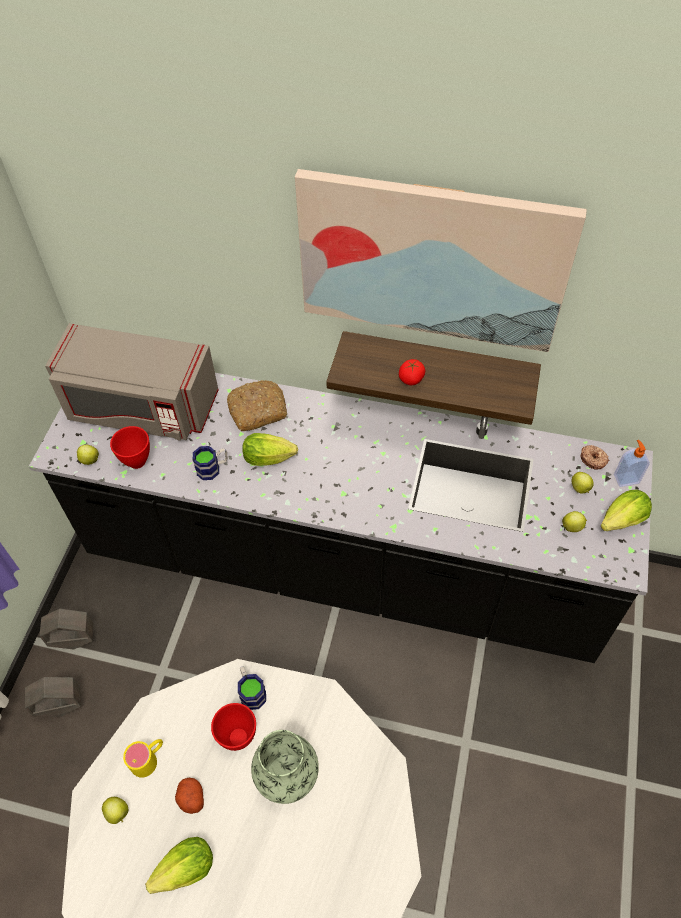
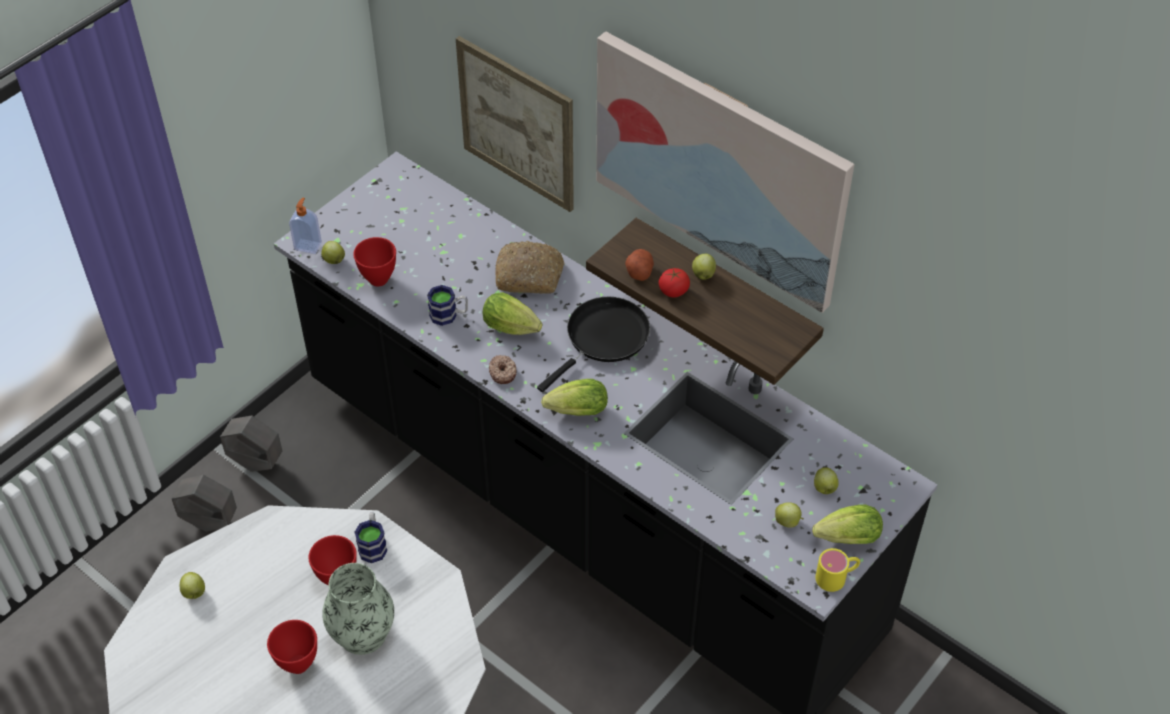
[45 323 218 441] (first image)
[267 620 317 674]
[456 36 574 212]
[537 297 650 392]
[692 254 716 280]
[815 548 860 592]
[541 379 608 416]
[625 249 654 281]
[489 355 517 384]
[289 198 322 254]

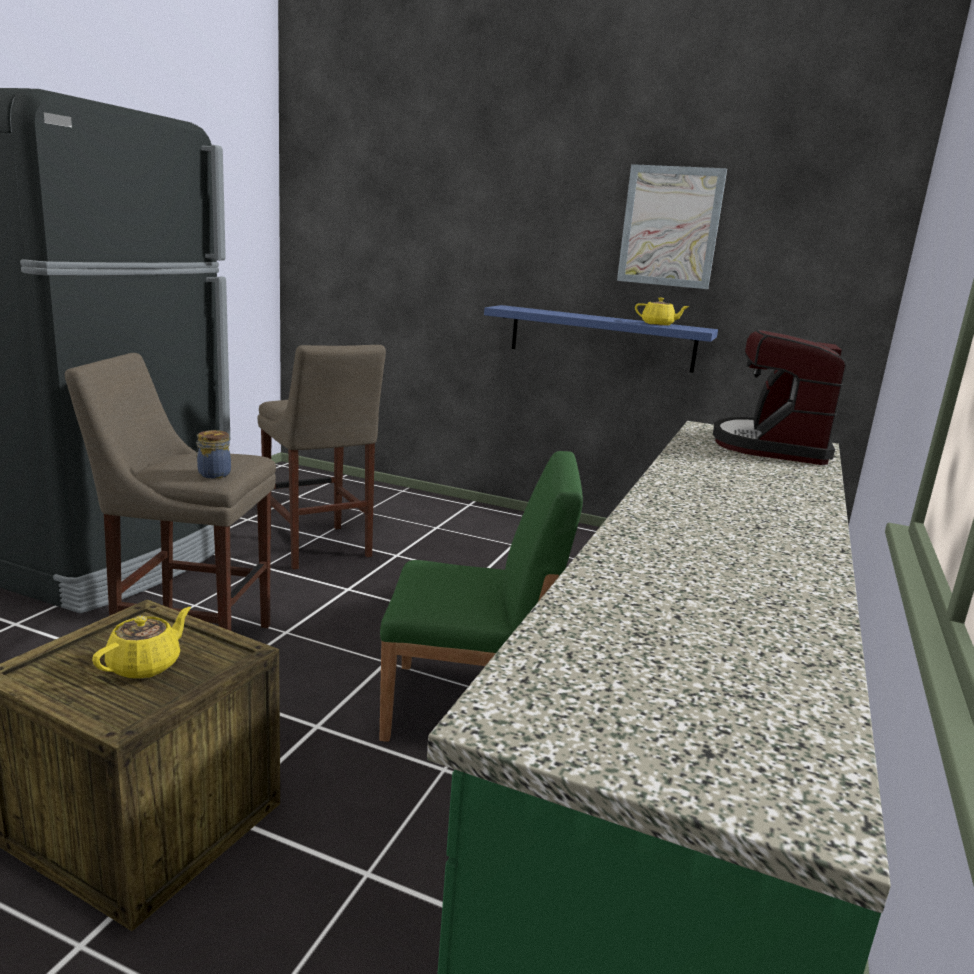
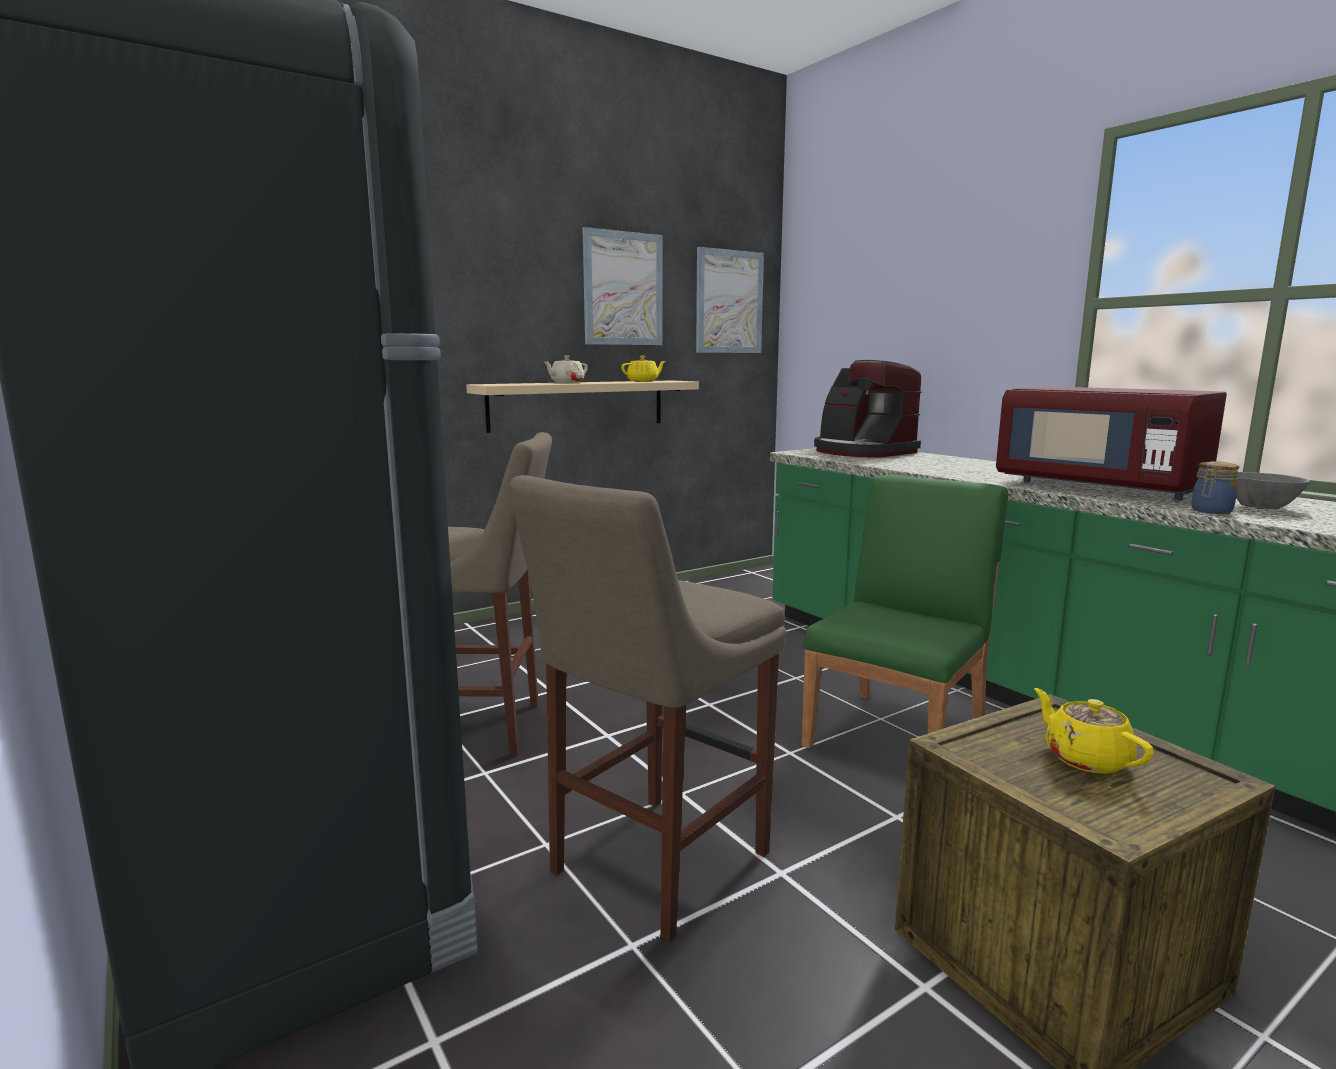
[543 355 588 383]
[696 247 764 353]
[996 386 1227 501]
[1236 472 1310 509]
[1191 461 1239 514]
[466 380 699 433]

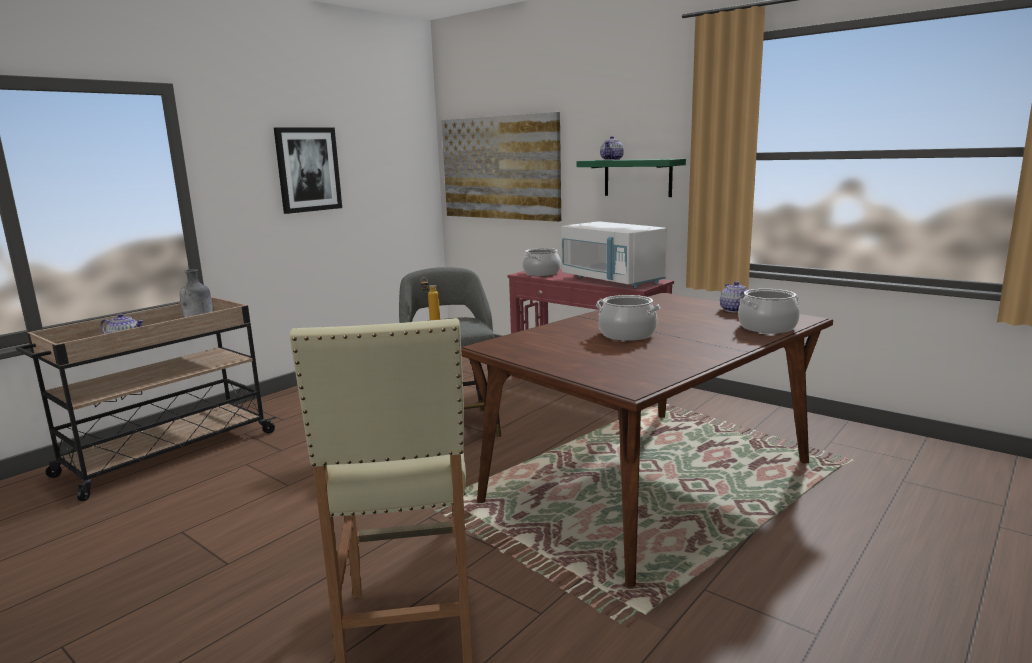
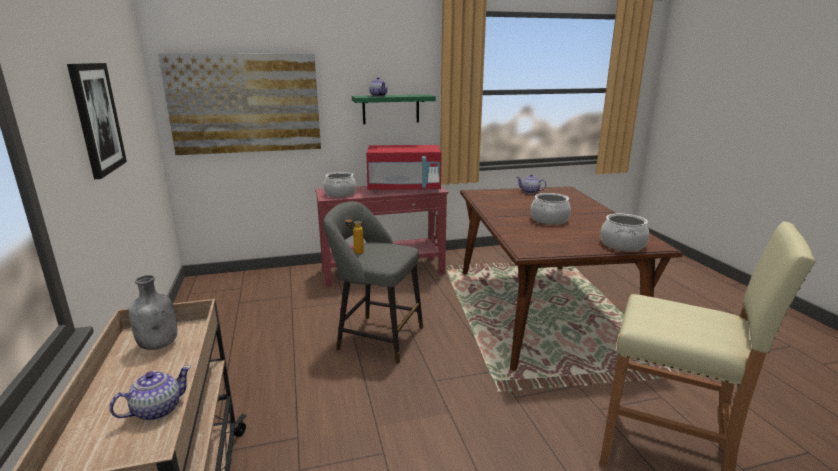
[600 214 649 251]
[366 145 442 192]

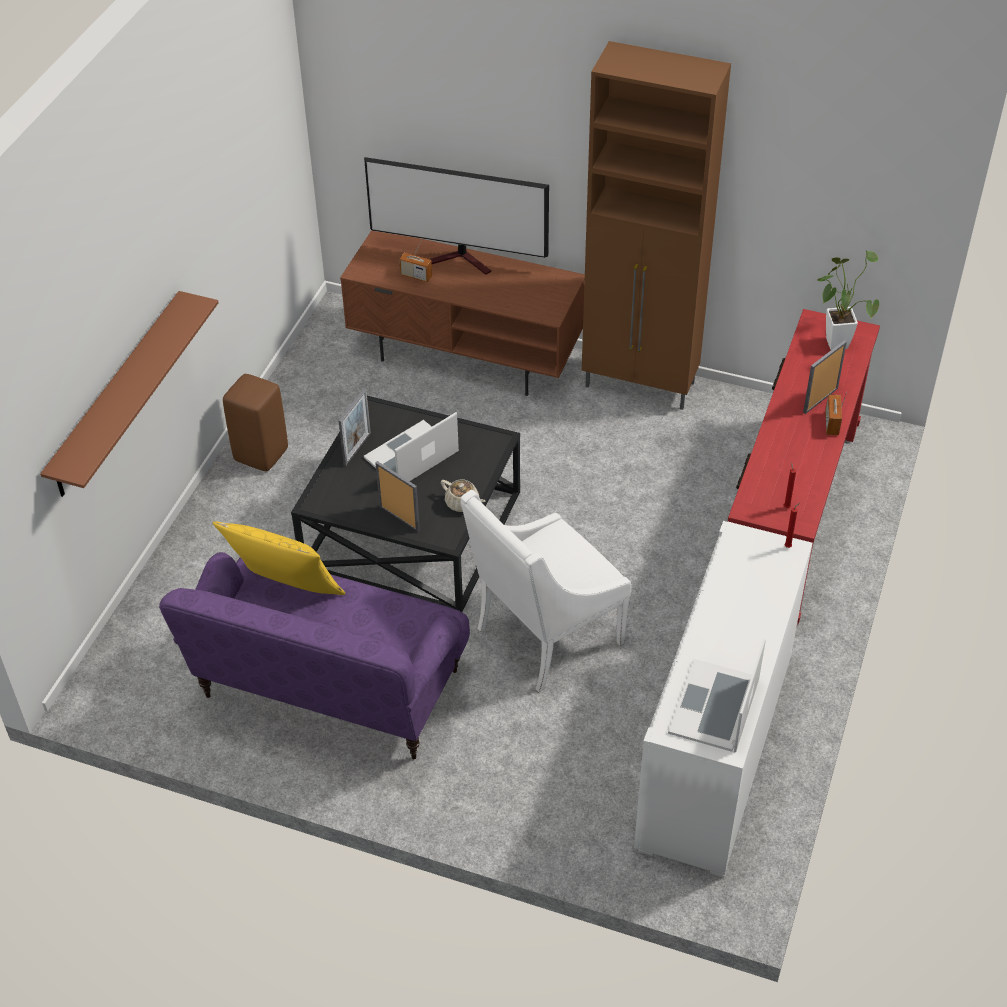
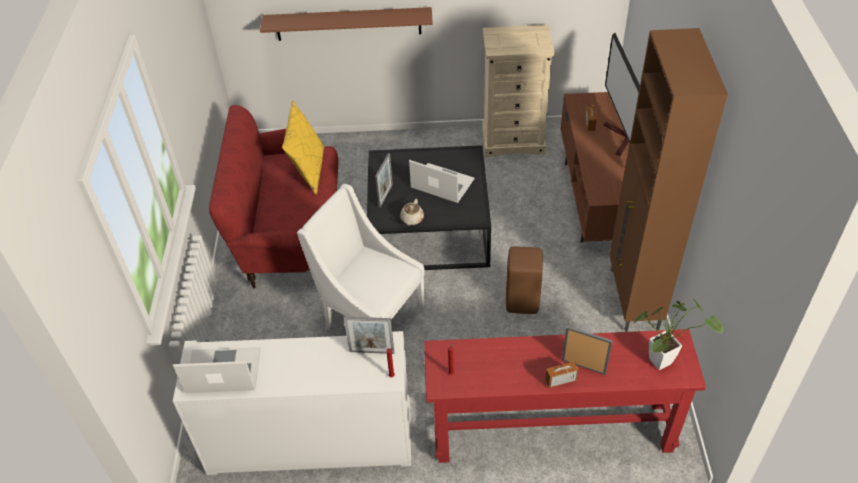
[482 25 555 157]
[506 247 543 314]
[344 316 394 354]
[209 105 339 288]

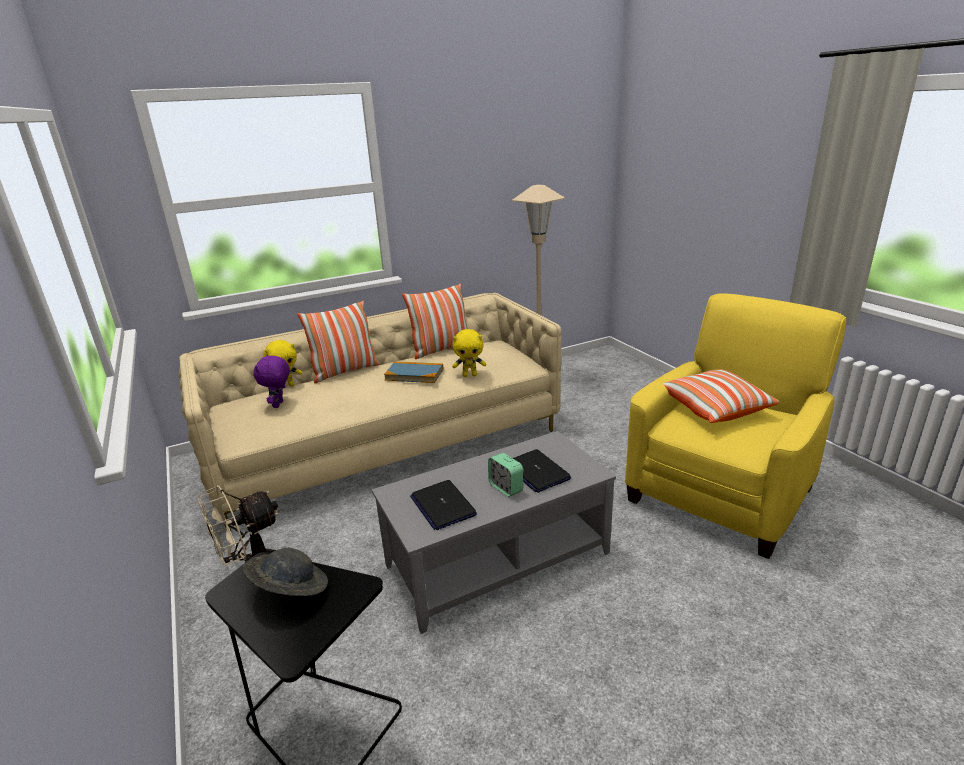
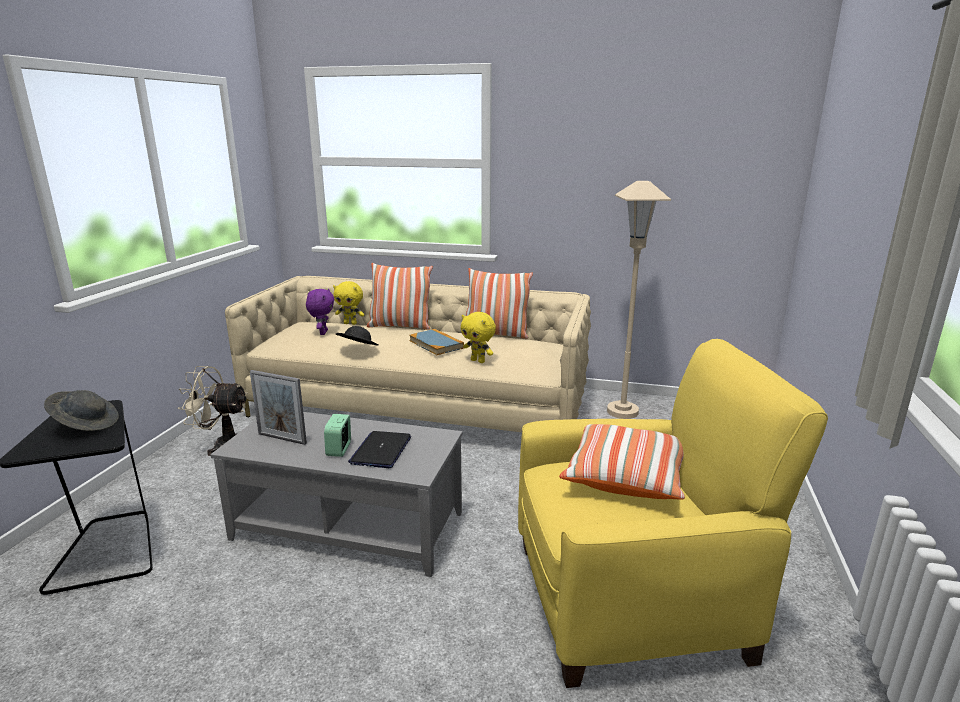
[336 326 379 346]
[250 370 307 445]
[306 289 335 335]

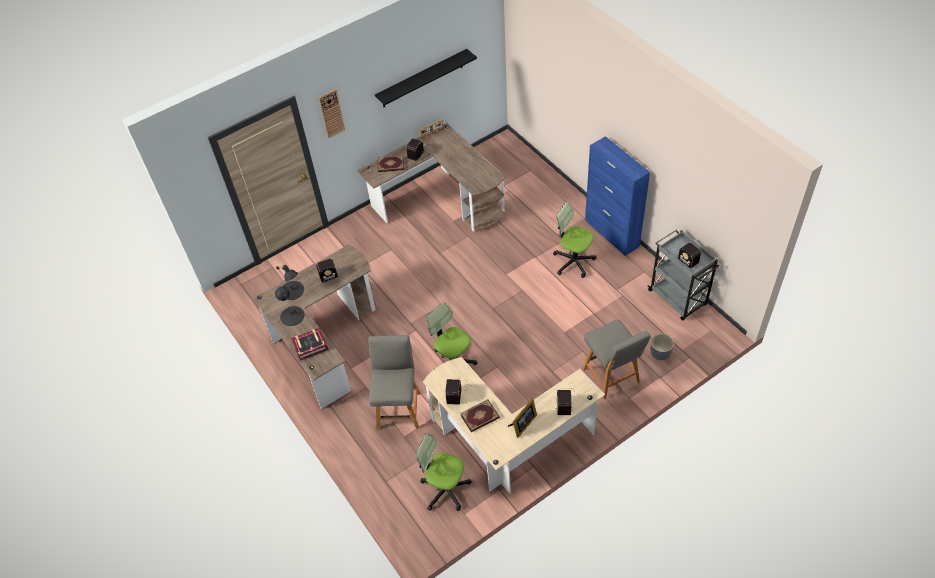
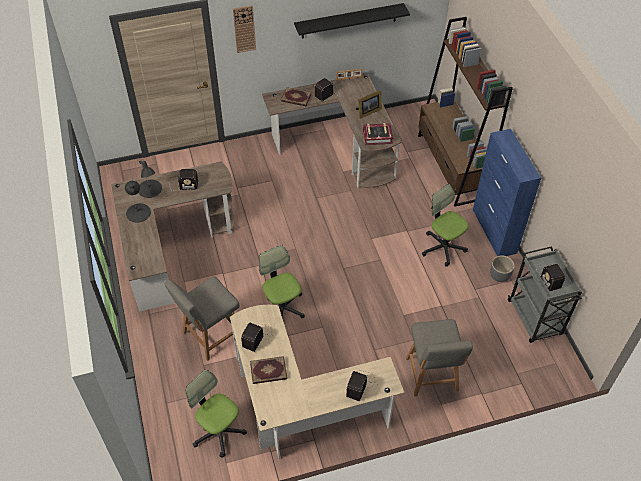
[418 17 513 207]
[363 123 393 145]
[356 90 382 119]
[490 256 515 282]
[165 277 240 361]

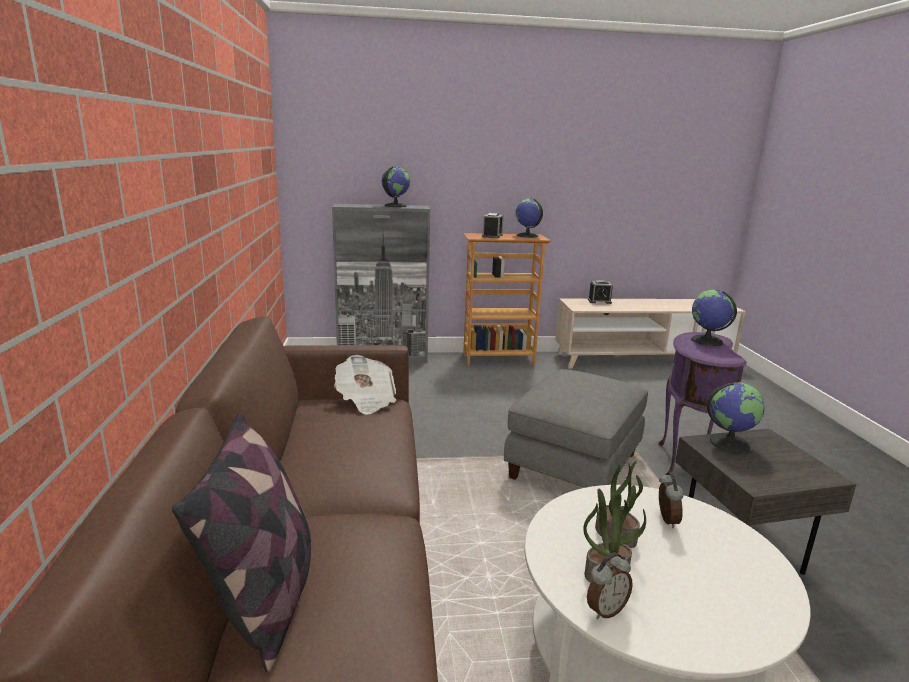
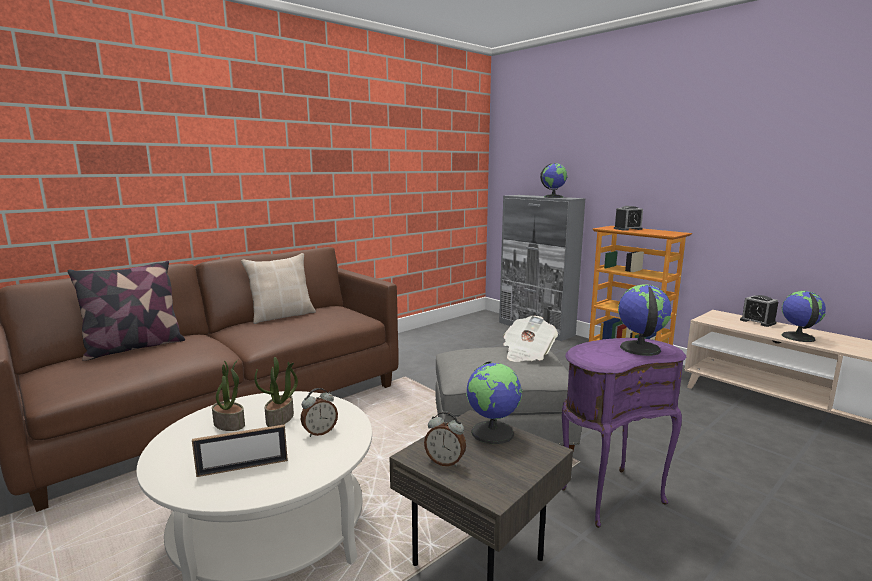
[192 424 288 477]
[241 253 316 324]
[503 316 558 362]
[782 291 826 342]
[424 411 466 467]

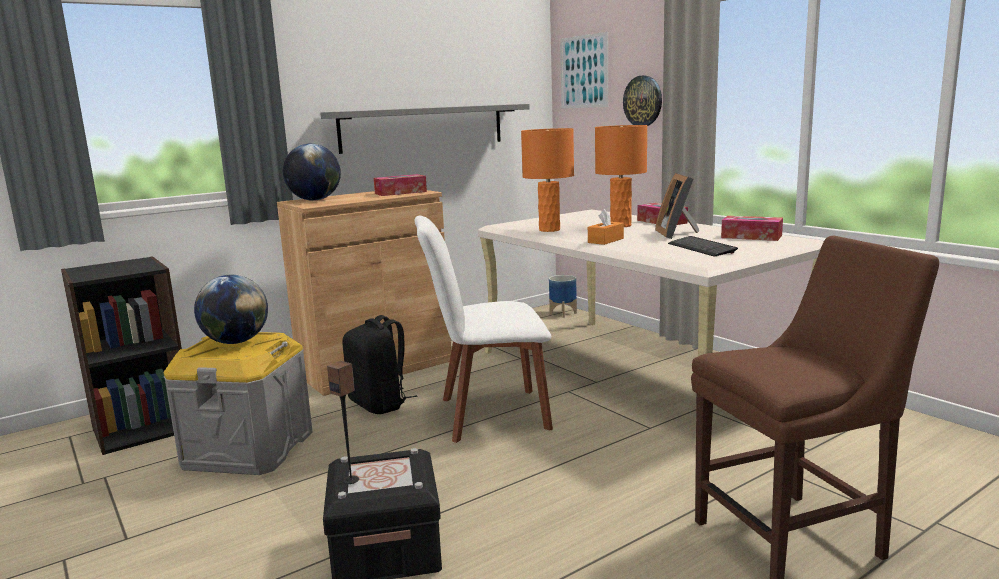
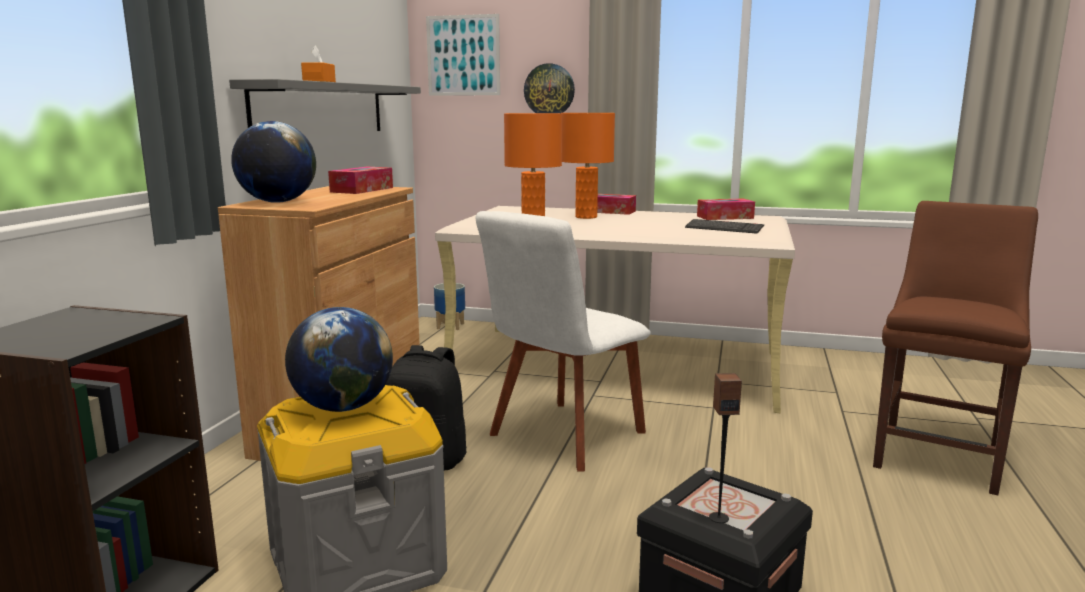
[655 173 699 239] (first image)
[301 46 336 82]

